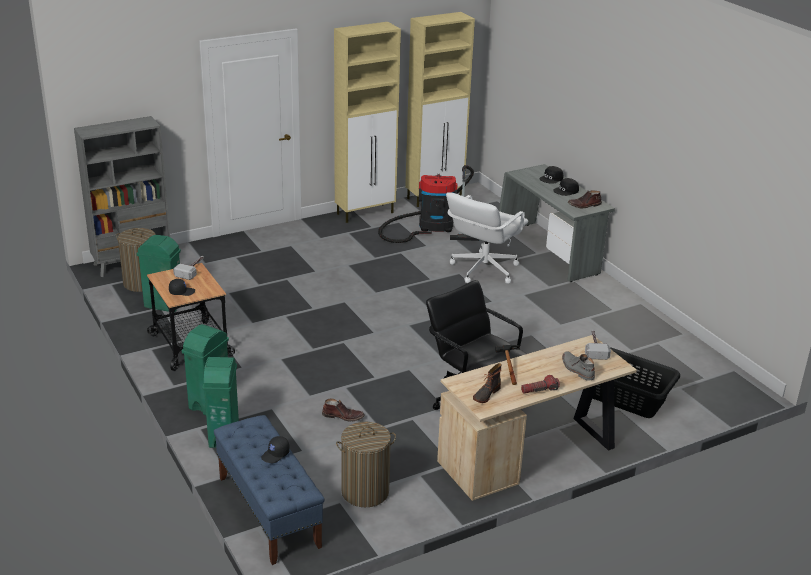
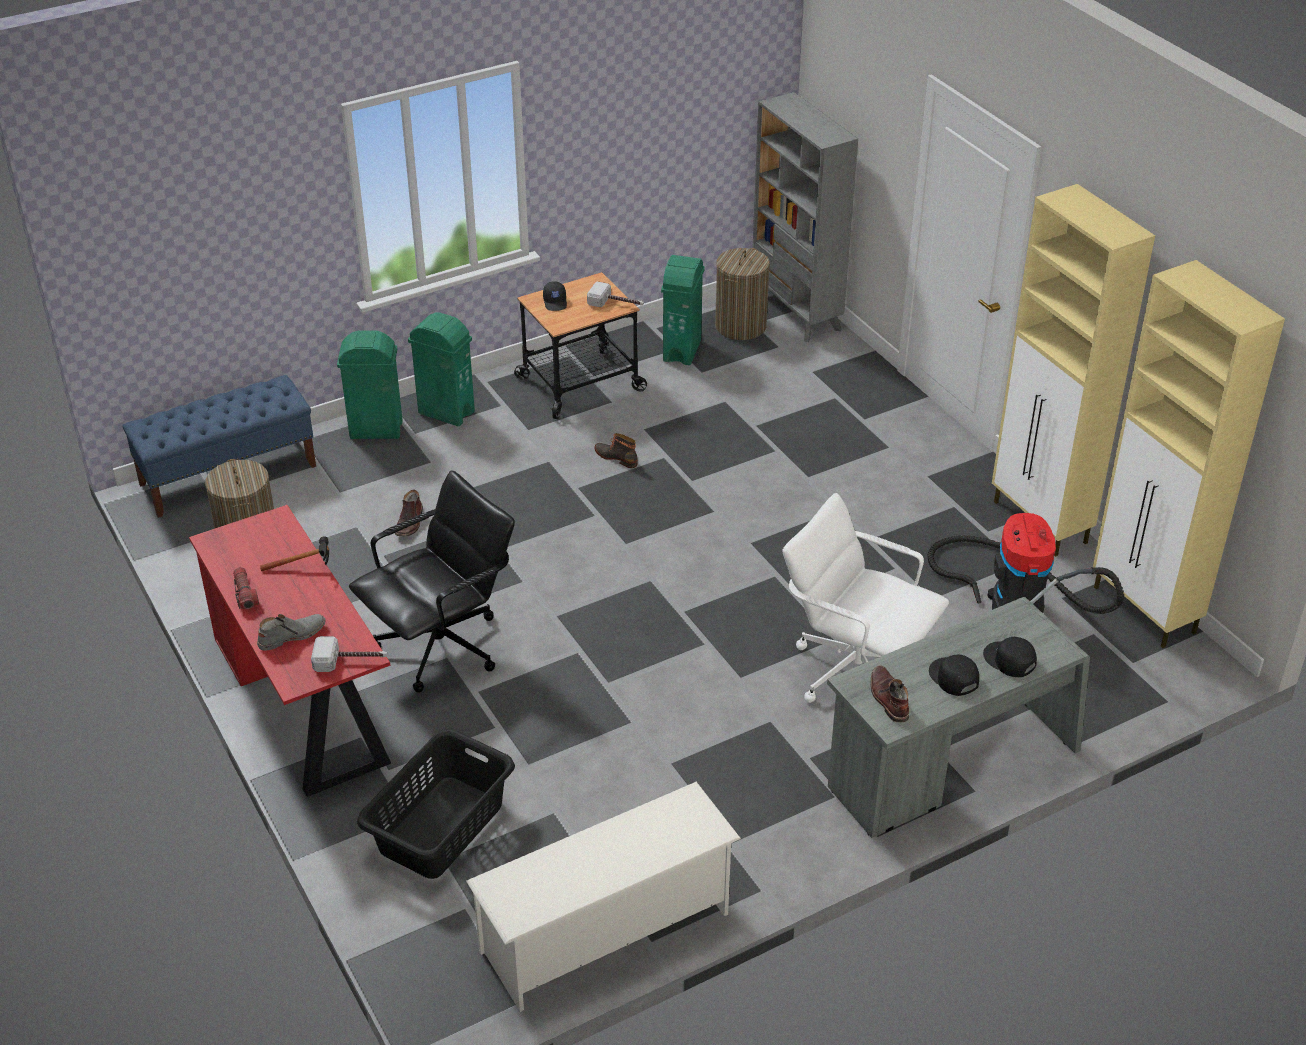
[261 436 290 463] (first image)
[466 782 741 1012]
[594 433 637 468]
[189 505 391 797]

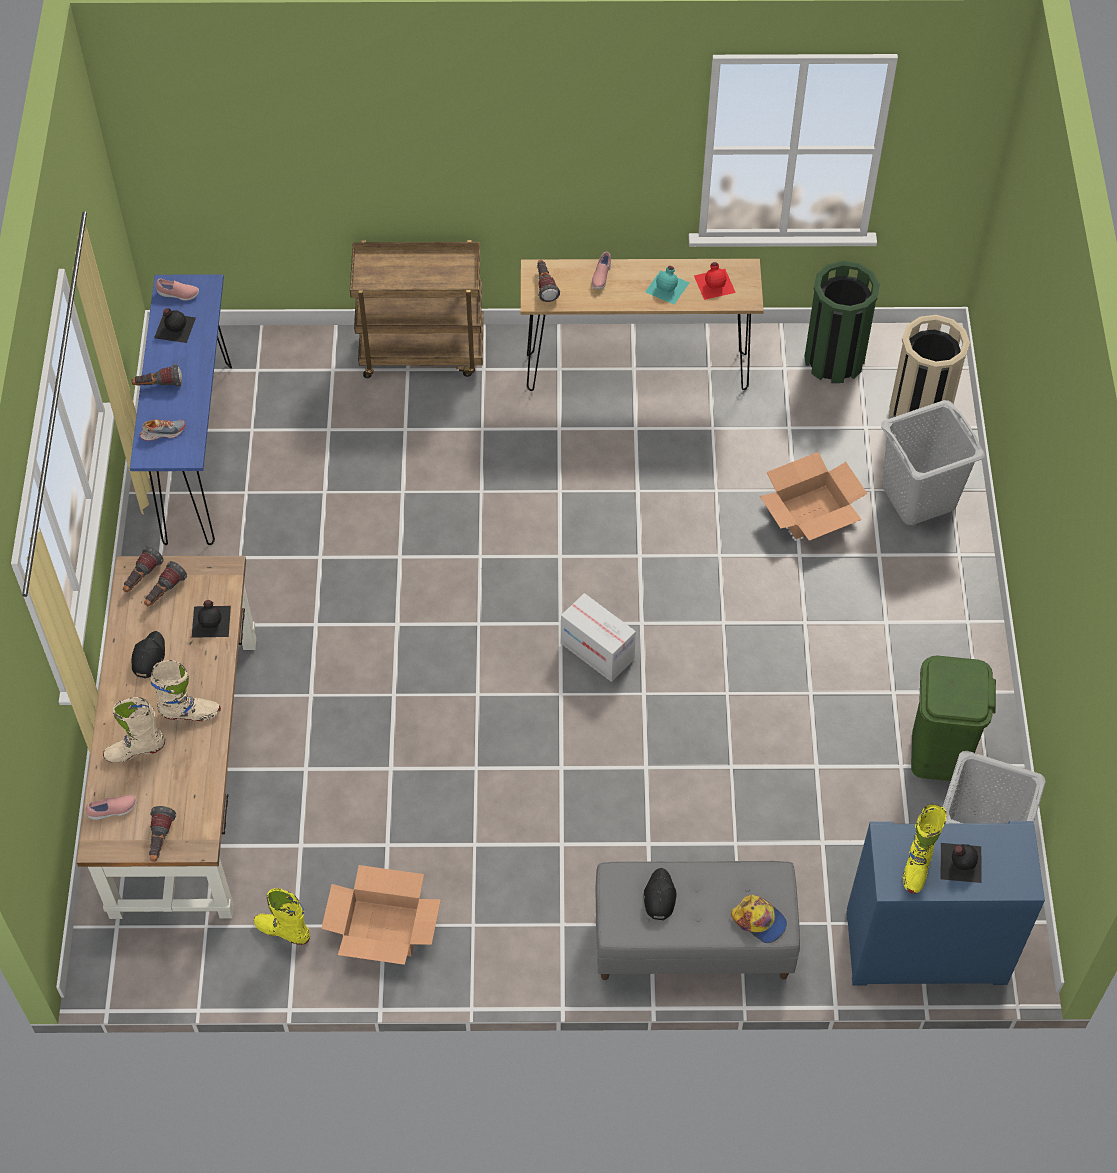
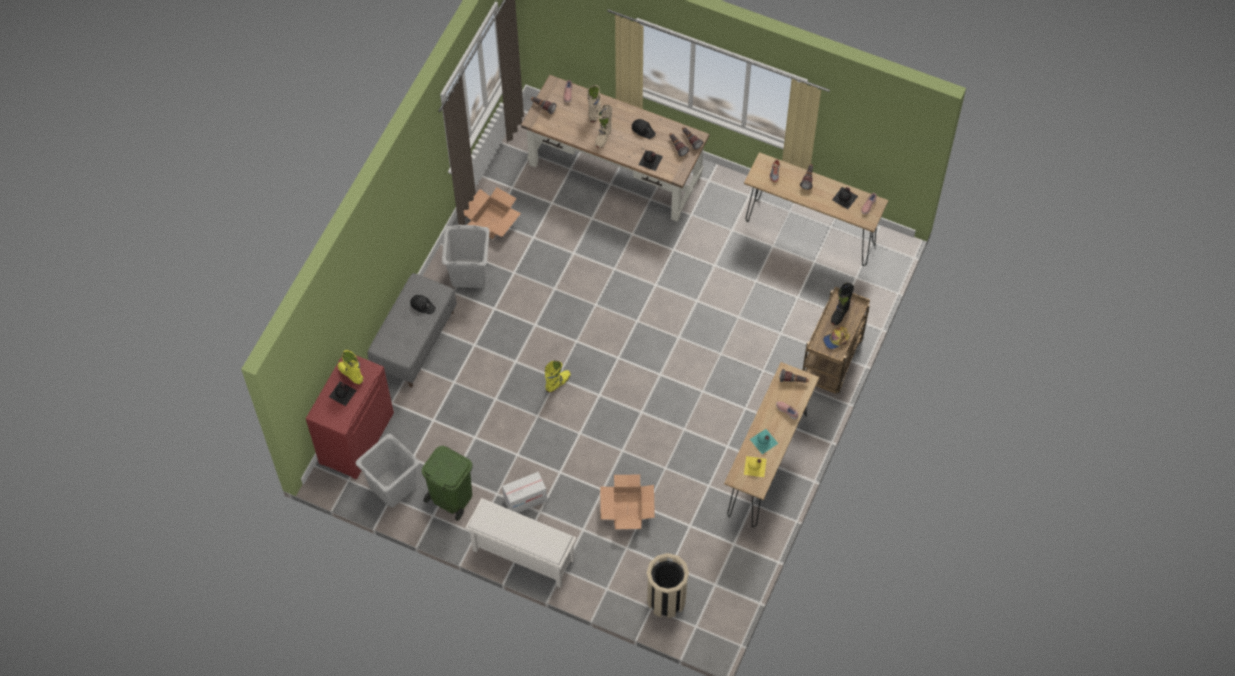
[805 261 880 383] (first image)
[465 498 576 588]
[831 283 854 325]
[545 361 571 392]
[502 472 547 513]
[823 327 850 349]
[442 225 490 288]
[744 152 888 266]
[744 456 767 477]
[306 355 394 479]

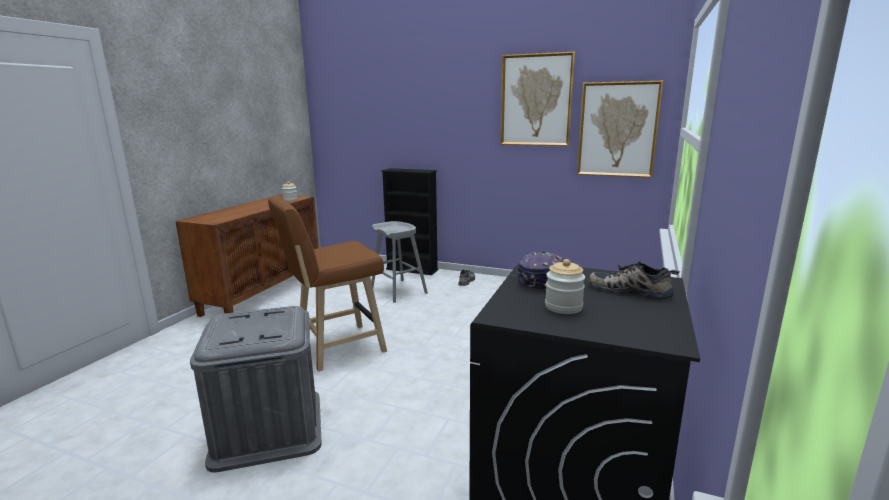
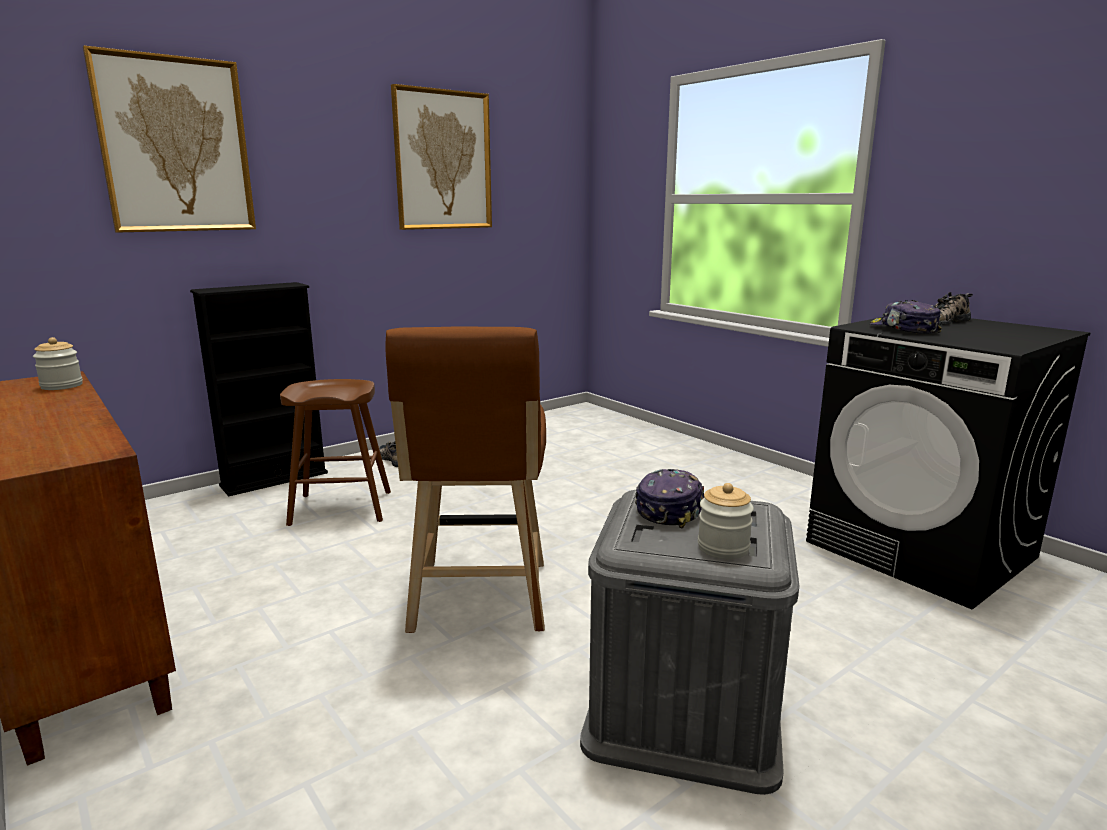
[635 469 705 528]
[698 483 754 559]
[83 46 256 233]
[280 379 391 526]

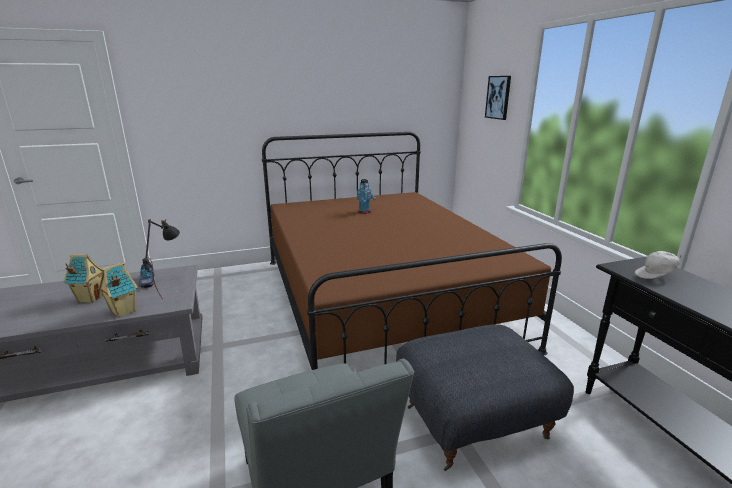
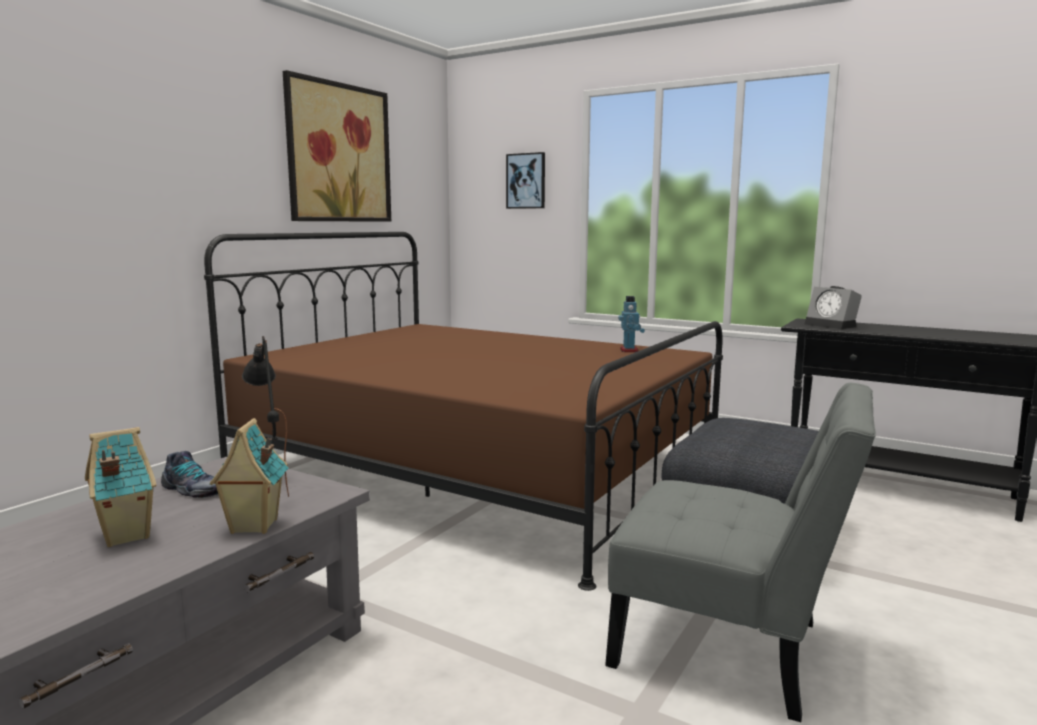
[283 70 391 222]
[618 296 645 352]
[805 286 862 329]

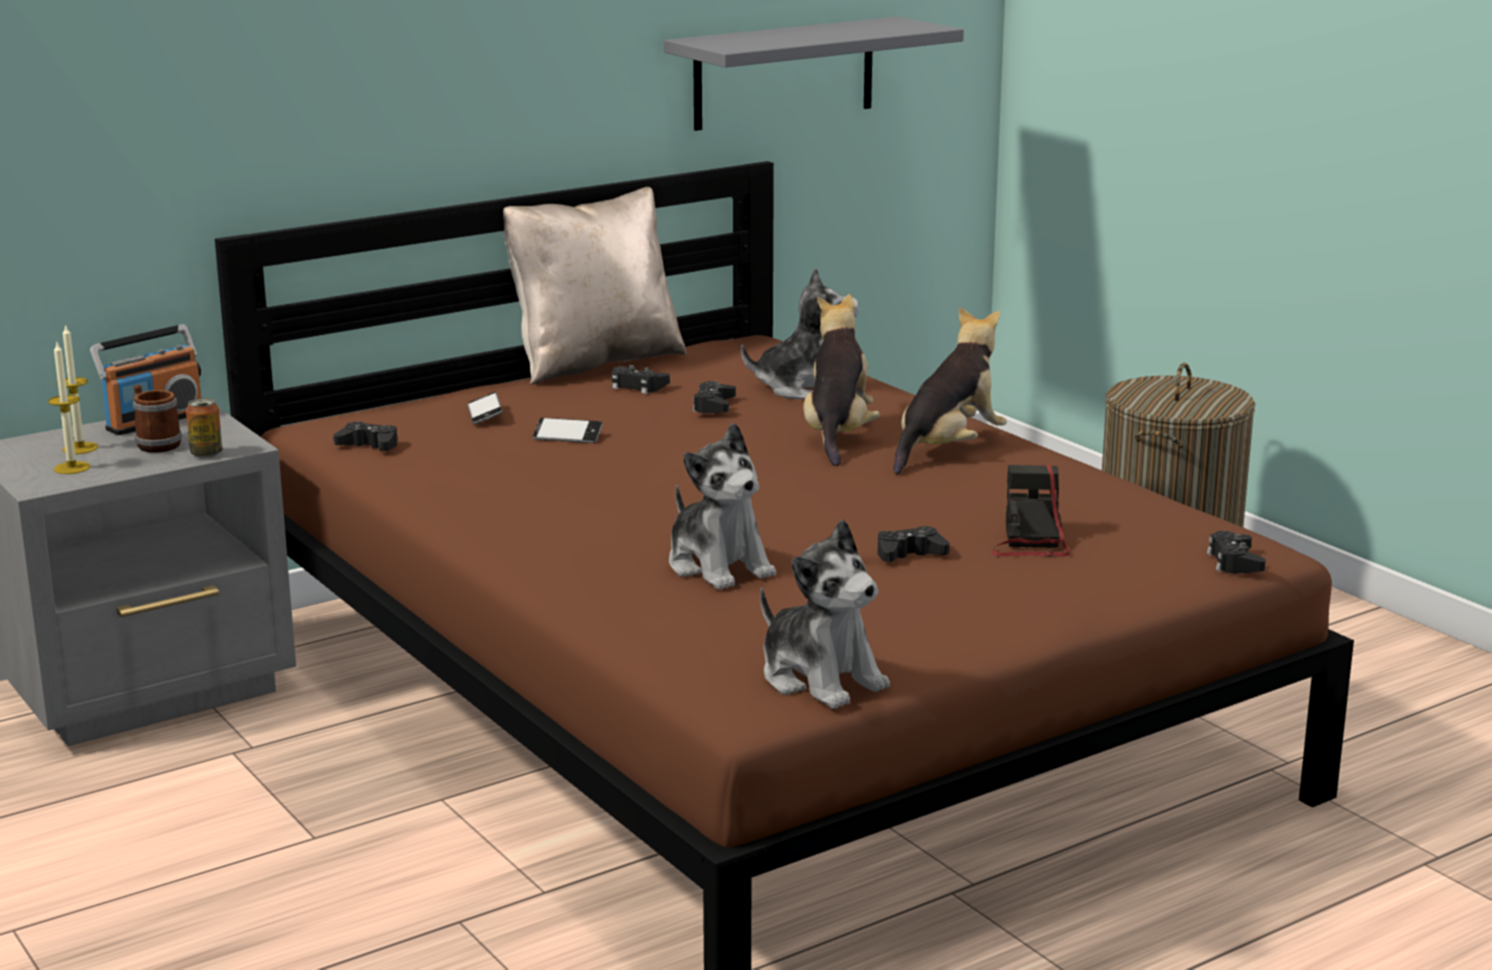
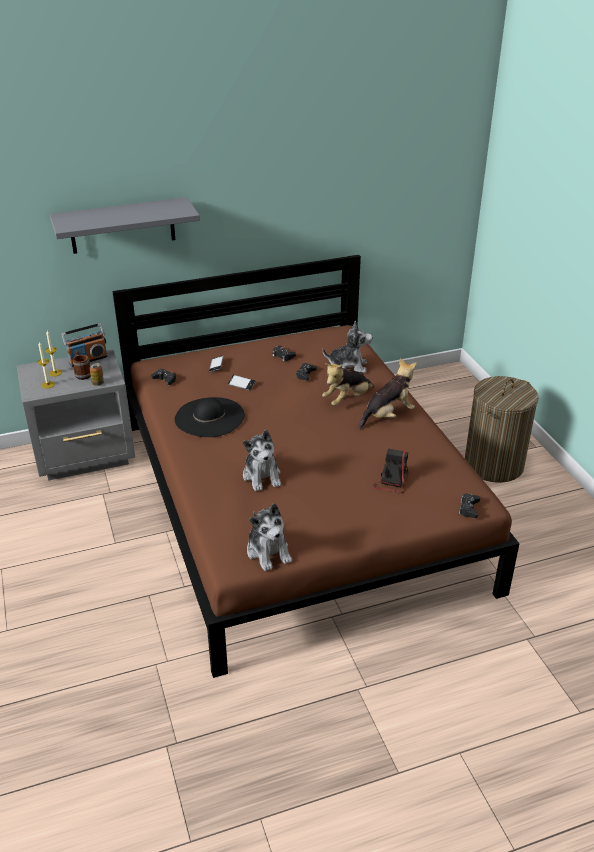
[503 187 687 385] (first image)
[877 526 950 562] (first image)
[175 397 245 437]
[50 197 200 254]
[322 363 374 406]

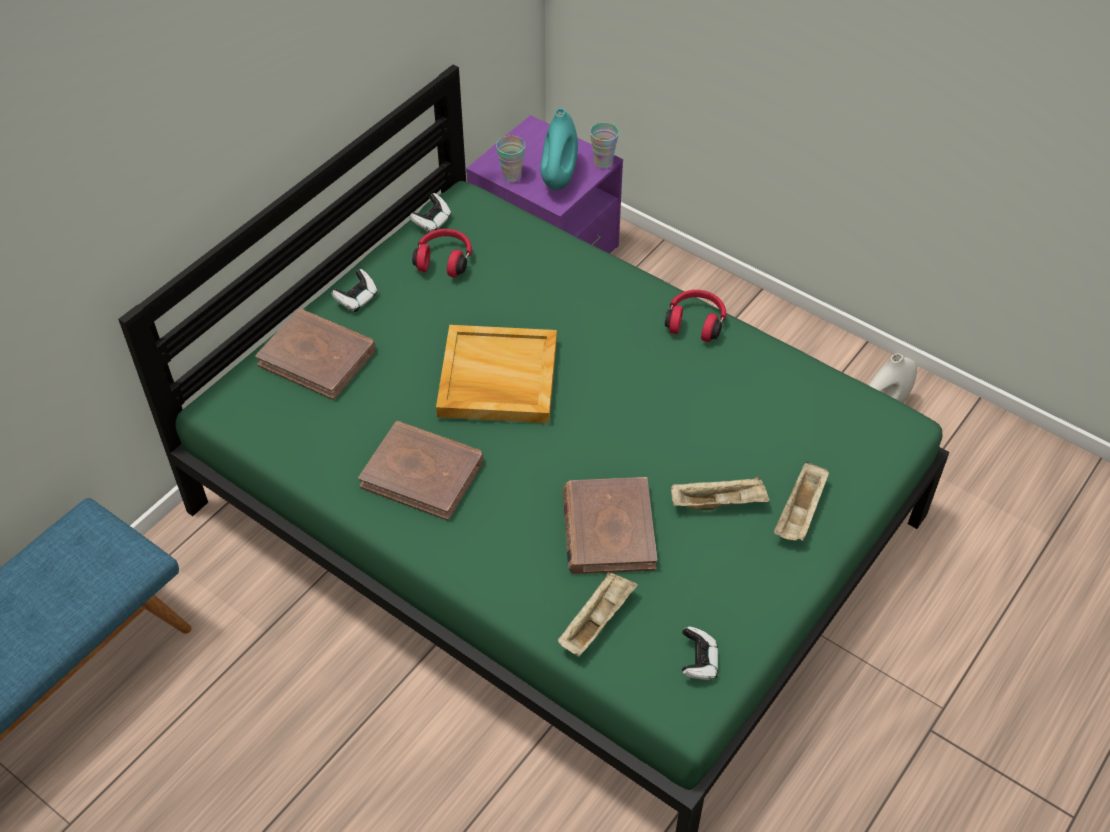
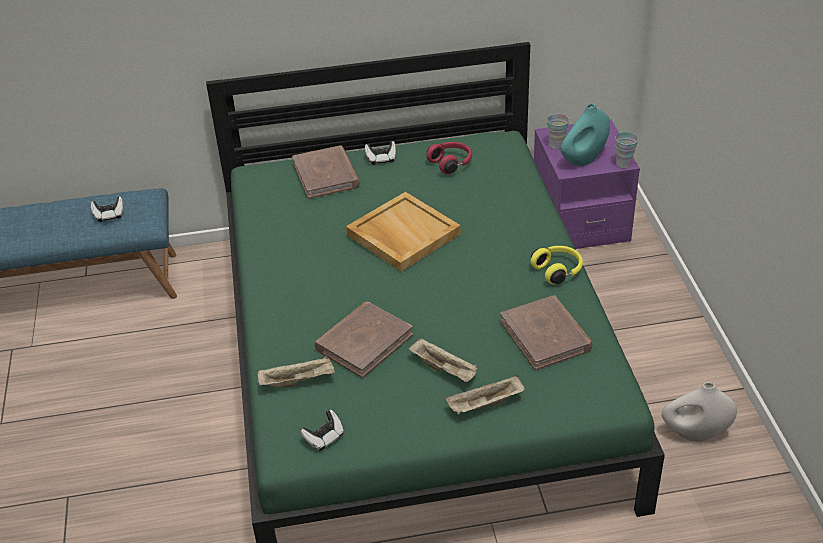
[500 295 593 370]
[91 196 124 222]
[531 246 583 284]

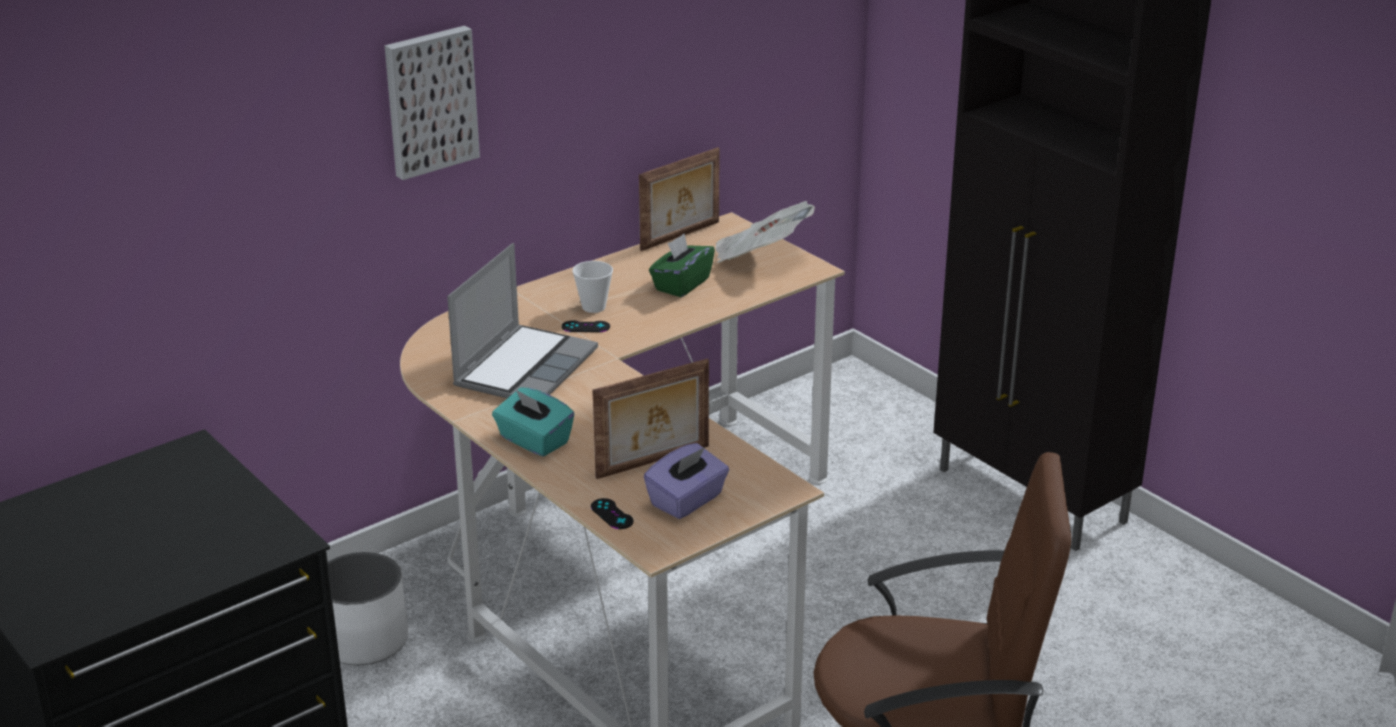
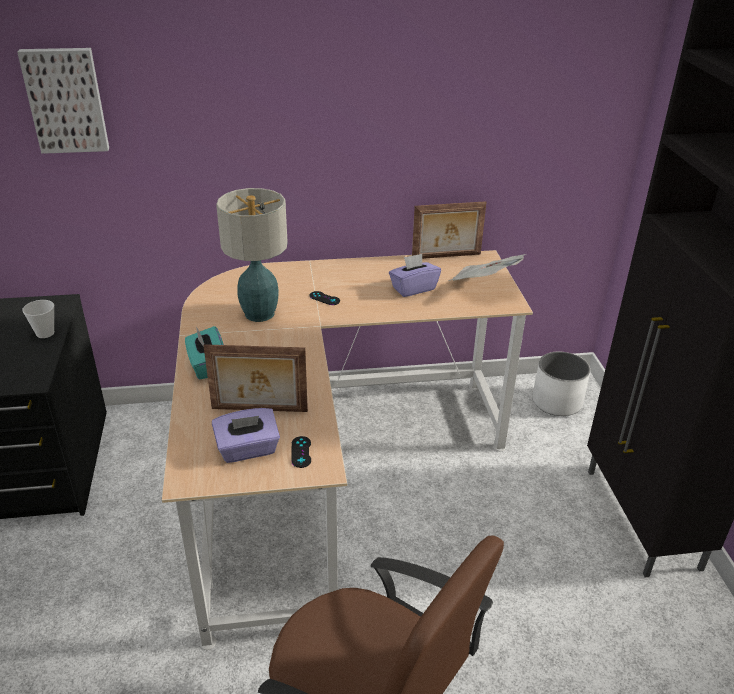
[533 352 590 416]
[17 48 109 154]
[22 300 54 338]
[291 436 311 468]
[216 188 288 322]
[389 254 441 297]

